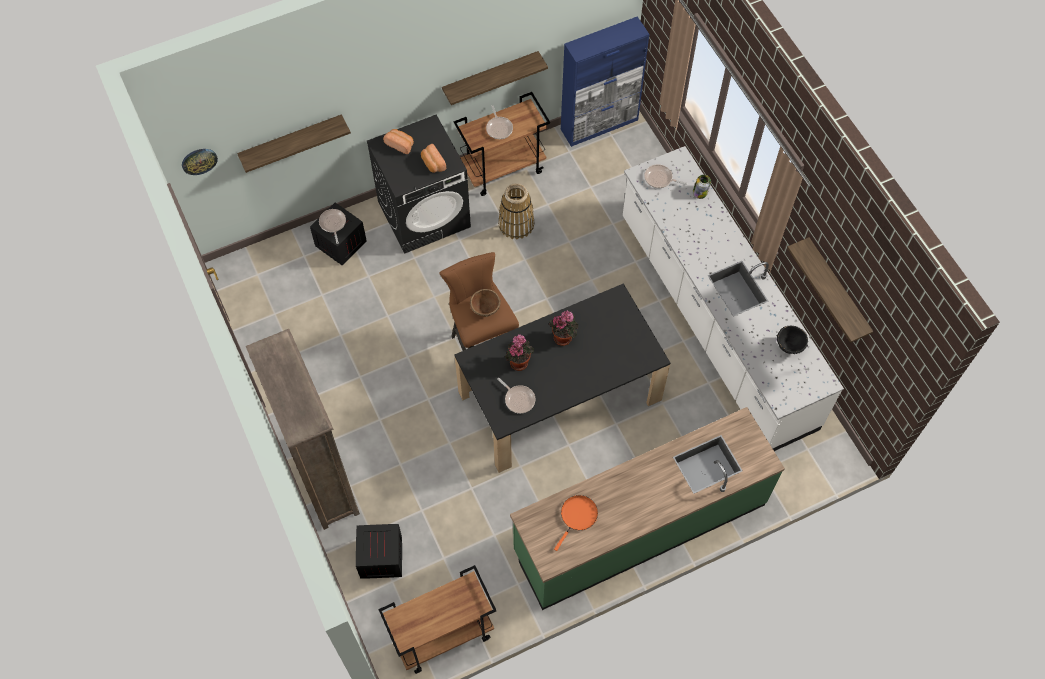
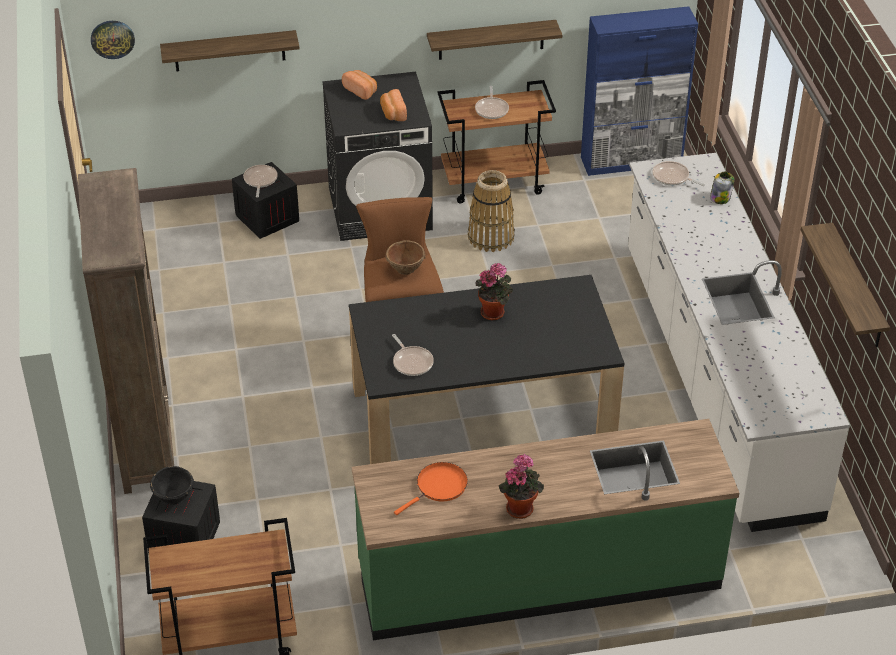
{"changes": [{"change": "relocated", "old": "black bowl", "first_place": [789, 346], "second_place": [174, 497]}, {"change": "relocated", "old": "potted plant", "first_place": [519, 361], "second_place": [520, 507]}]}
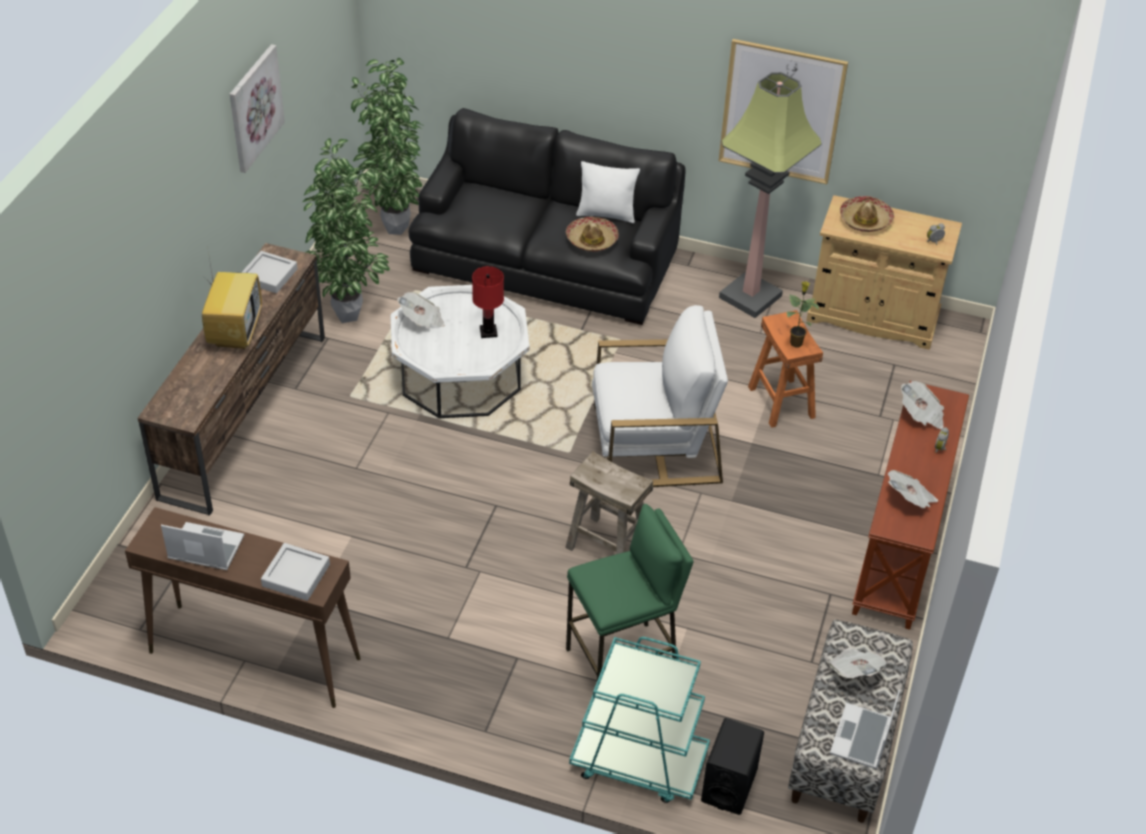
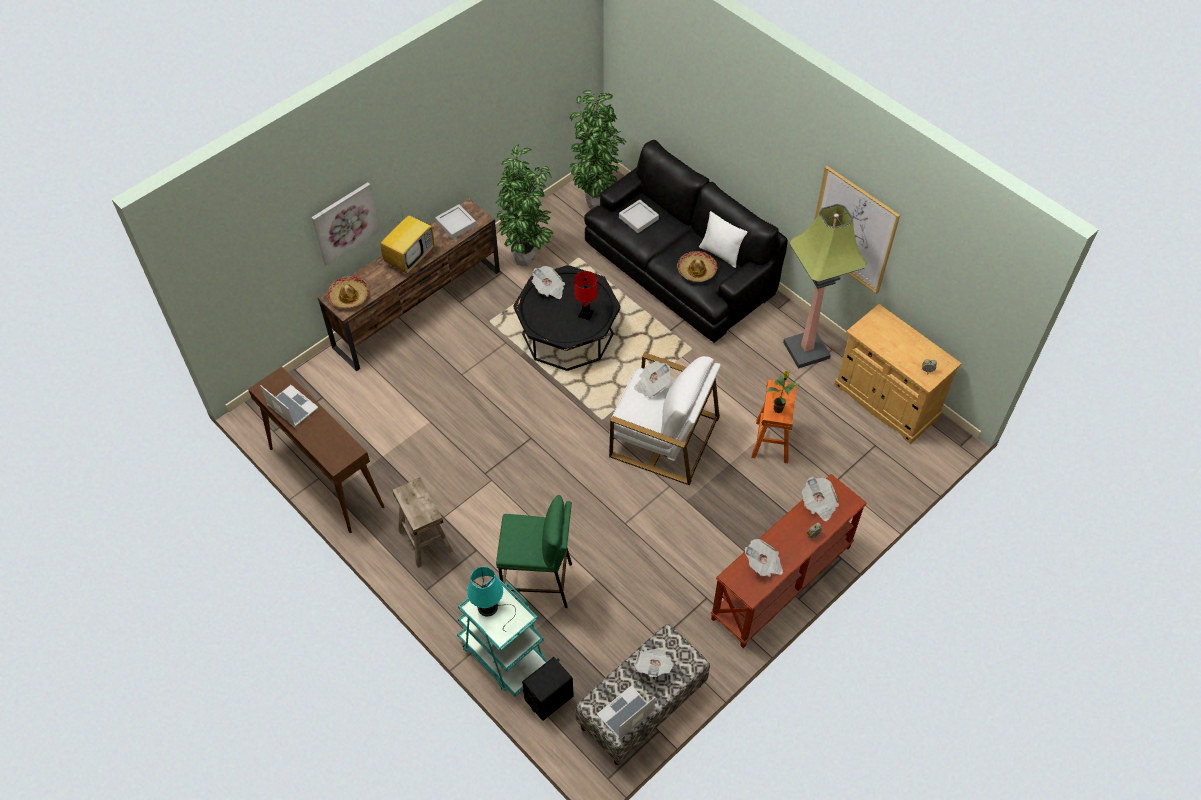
{"changes": [{"change": "relocated", "old": "picture", "first_place": [254, 107], "second_place": [345, 223]}, {"change": "relocated", "old": "hat", "first_place": [865, 220], "second_place": [349, 296]}, {"change": "colour", "old": "white coffee table", "new": "black coffee table", "first_place": [460, 376], "second_place": [567, 334]}, {"change": "relocated", "old": "beige stool", "first_place": [606, 546], "second_place": [425, 540]}, {"change": "relocated", "old": "grey tray", "first_place": [296, 575], "second_place": [638, 218]}, {"change": "appeared", "new": "newspaper", "second_place": [652, 385]}, {"change": "appeared", "new": "turquoise table lamp", "second_place": [490, 608]}]}
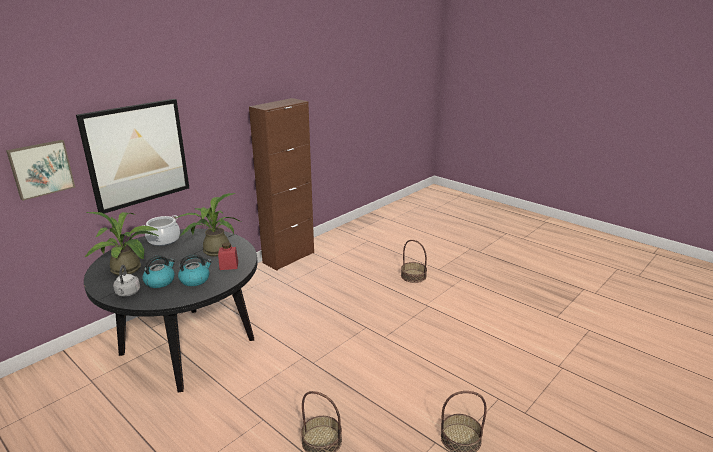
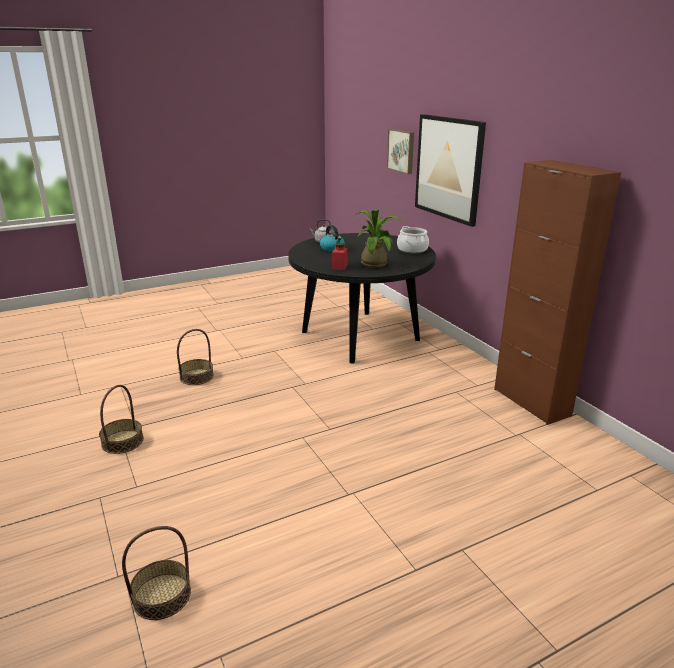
{"changes": [{"change": "missing", "old": "potted plant", "first_place": [129, 270]}, {"change": "relocated", "old": "basket", "first_place": [413, 276], "second_place": [162, 596]}, {"change": "missing", "old": "kettle", "first_place": [195, 280]}]}
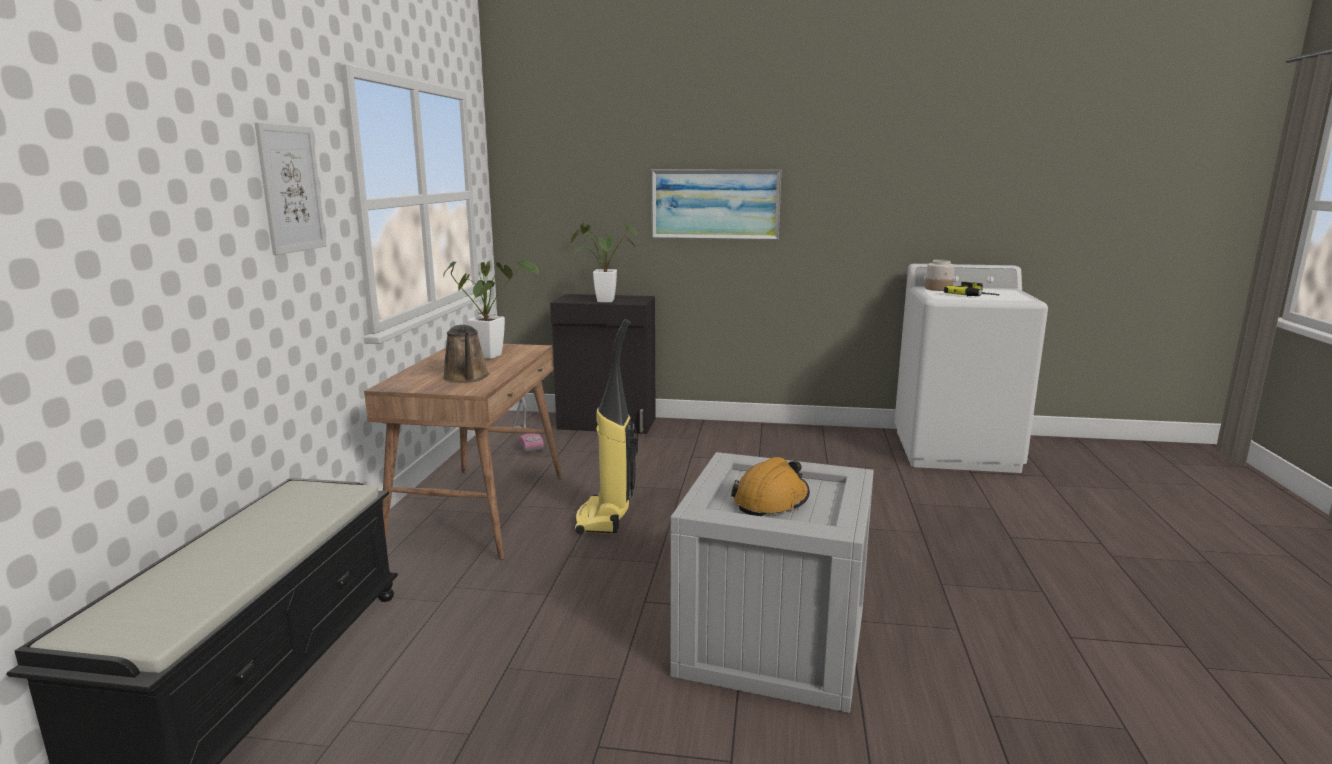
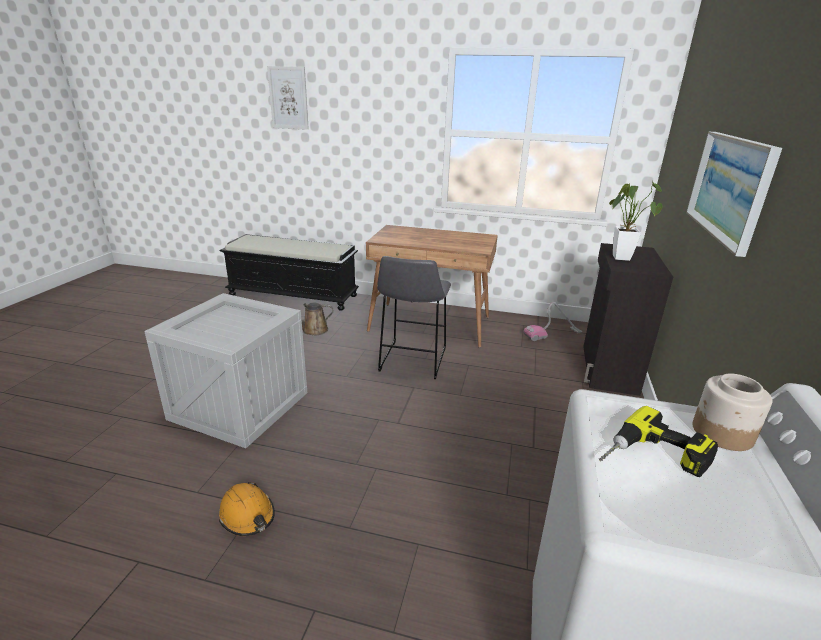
{"changes": [{"change": "relocated", "old": "picture", "first_place": [291, 189], "second_place": [288, 98]}, {"change": "missing", "old": "potted plant", "first_place": [492, 355]}, {"change": "exchanged", "old": "vacuum cleaner", "new": "grey stool", "first_place": [605, 518], "second_place": [411, 361]}, {"change": "relocated", "old": "brown watering can", "first_place": [466, 378], "second_place": [312, 330]}, {"change": "relocated", "old": "orange hard hat", "first_place": [771, 501], "second_place": [247, 515]}]}
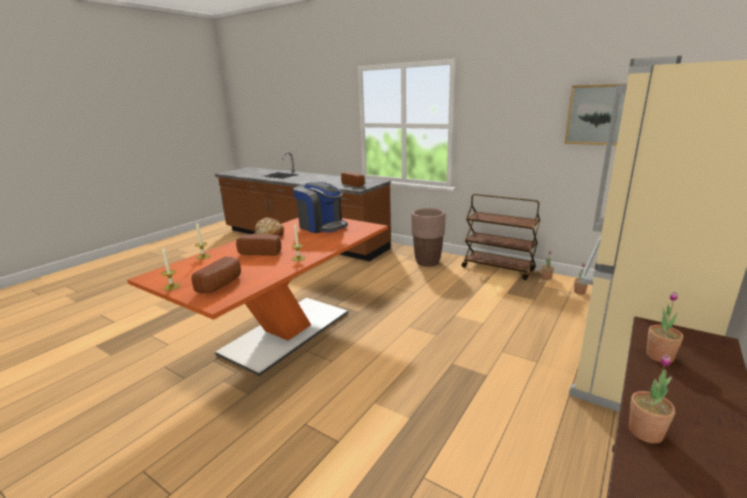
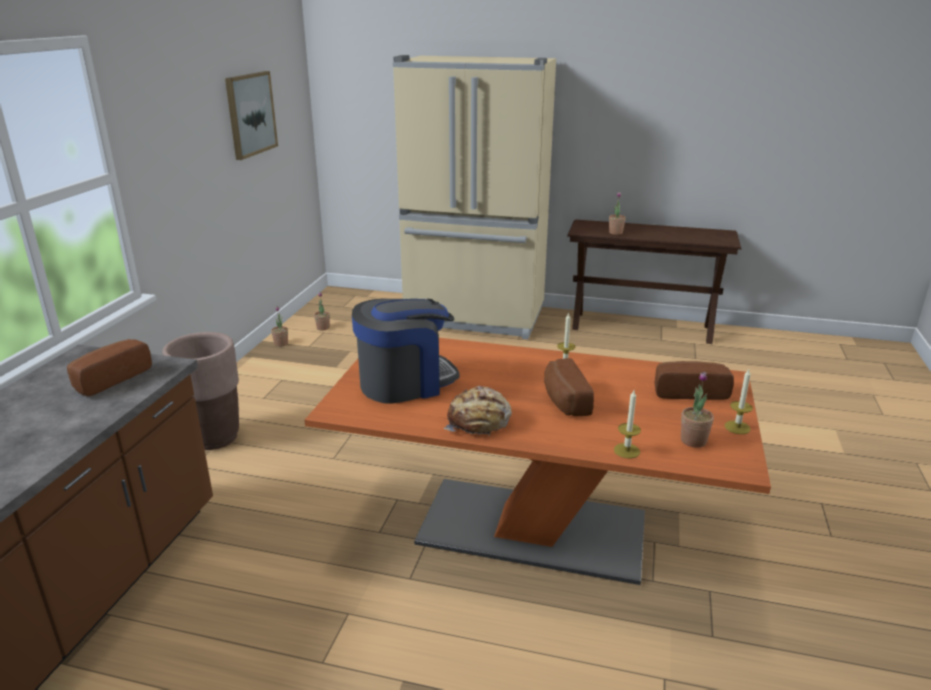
{"changes": [{"change": "spun", "old": "coffee machine", "first_place": [322, 226], "second_place": [405, 382], "degrees": 45}, {"change": "missing", "old": "brown cart", "first_place": [498, 268]}, {"change": "relocated", "old": "potted plant", "first_place": [645, 432], "second_place": [693, 440]}]}
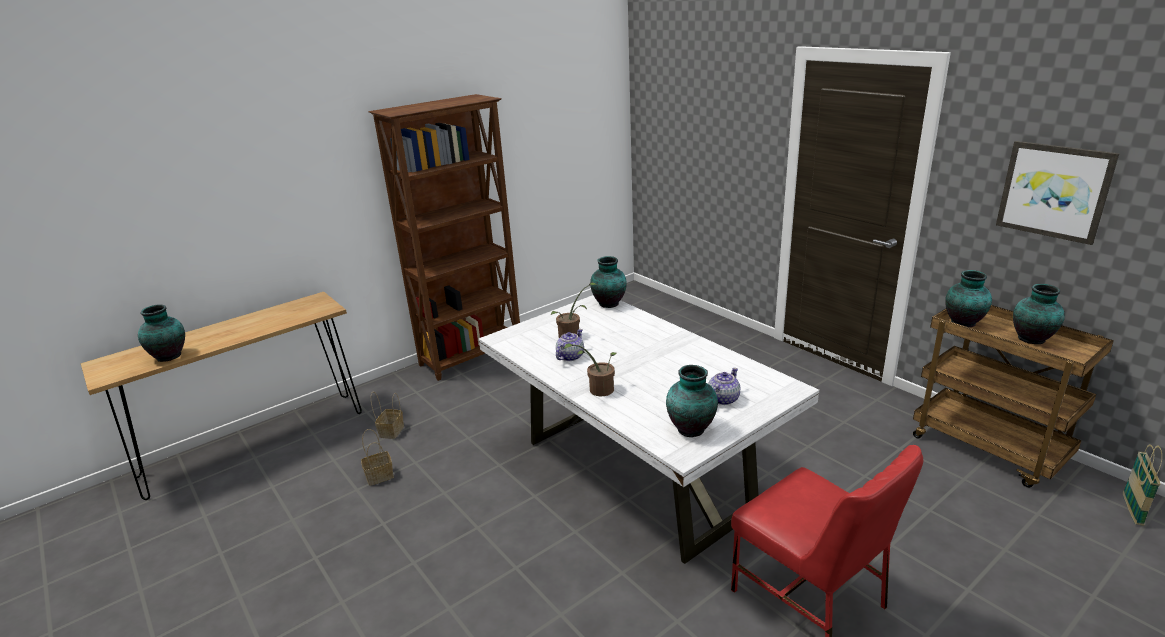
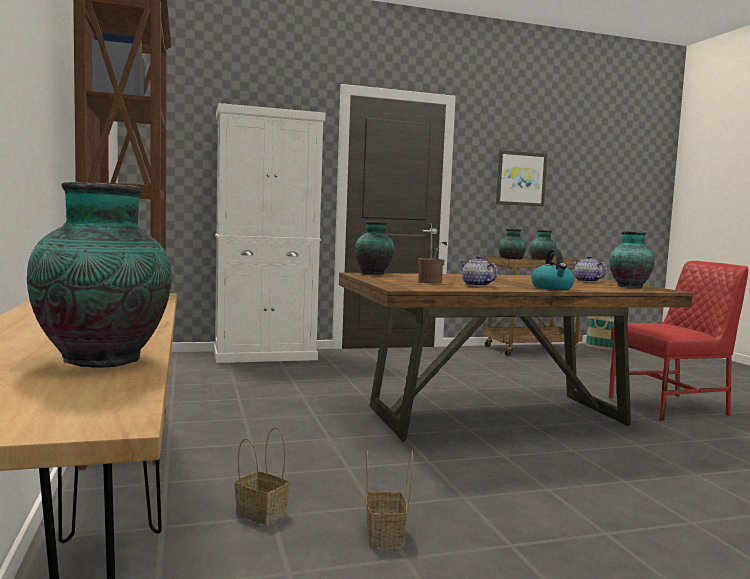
{"changes": [{"change": "colour", "old": "white dining table", "new": "brown dining table", "first_place": [634, 474], "second_place": [495, 417]}, {"change": "exchanged", "old": "potted plant", "new": "kettle", "first_place": [597, 390], "second_place": [552, 288]}, {"change": "appeared", "new": "white cabinet", "second_place": [265, 356]}]}
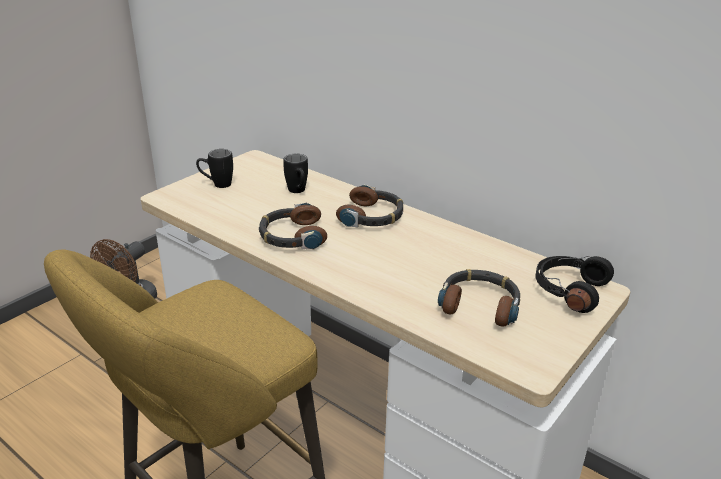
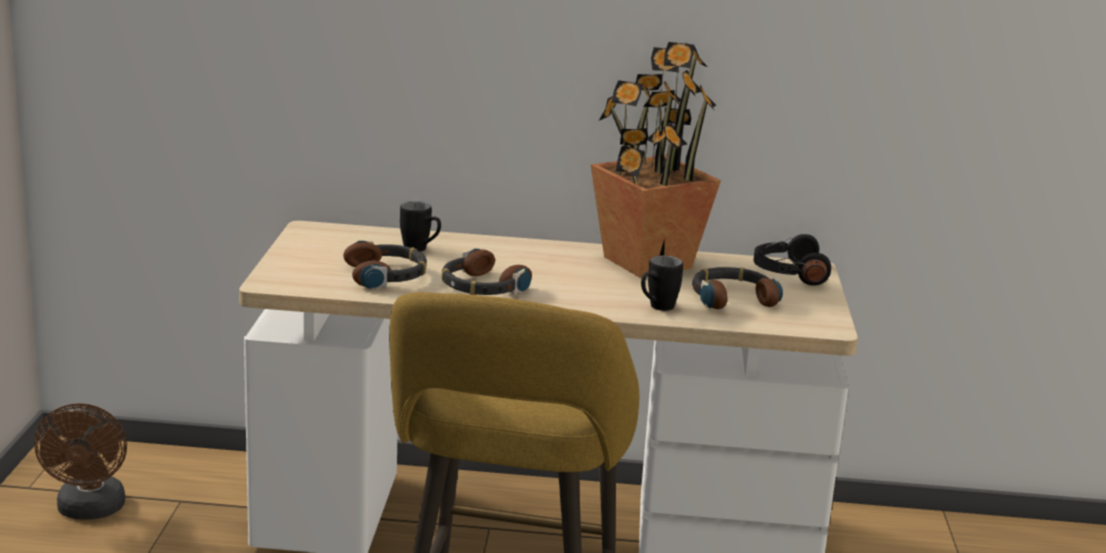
{"changes": [{"change": "relocated", "old": "black mug", "first_place": [216, 184], "second_place": [656, 308]}, {"change": "relocated", "old": "headphones", "first_place": [372, 216], "second_place": [387, 275]}, {"change": "appeared", "new": "potted plant", "second_place": [646, 262]}]}
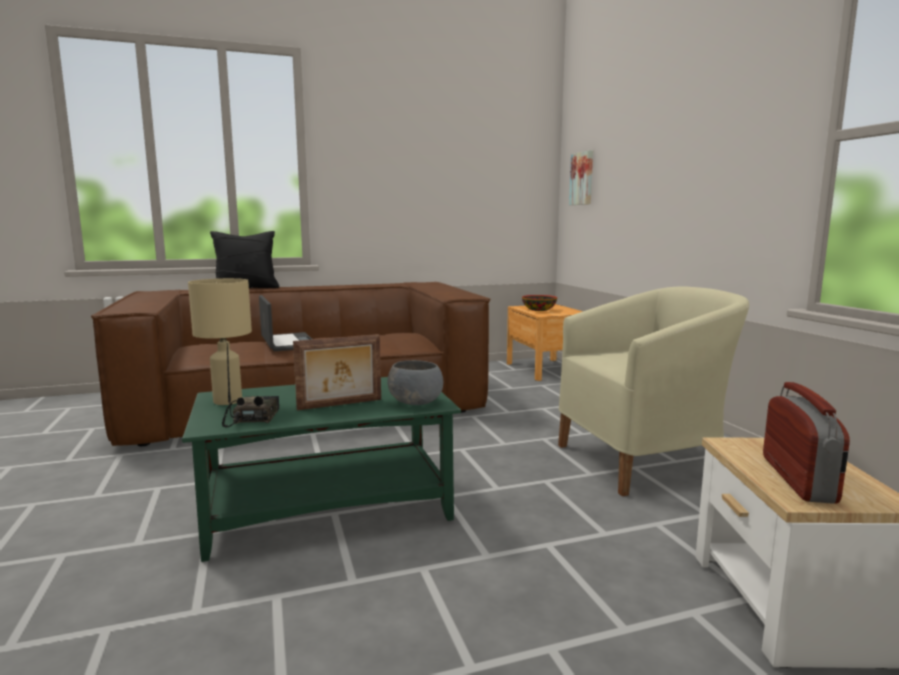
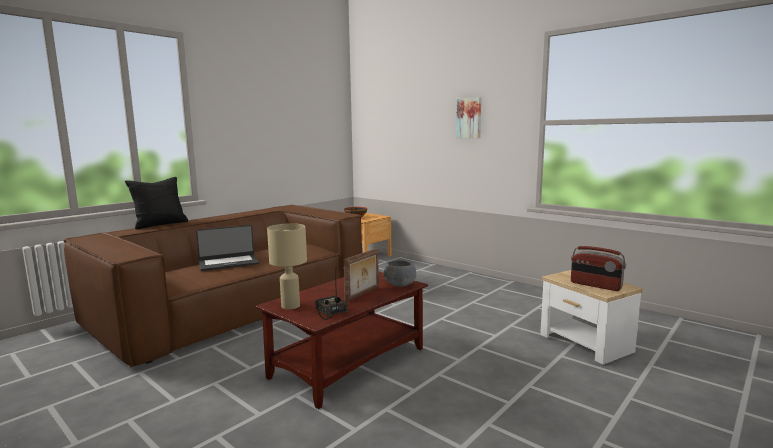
{"changes": [{"change": "relocated", "old": "picture", "first_place": [582, 178], "second_place": [469, 118]}, {"change": "missing", "old": "beige armchair", "first_place": [643, 461]}, {"change": "spun", "old": "laptop", "first_place": [287, 343], "second_place": [228, 263], "degrees": 120}, {"change": "colour", "old": "green coffee table", "new": "brown coffee table", "first_place": [330, 508], "second_place": [349, 362]}, {"change": "spun", "old": "radio", "first_place": [799, 479], "second_place": [595, 285], "degrees": 150}]}
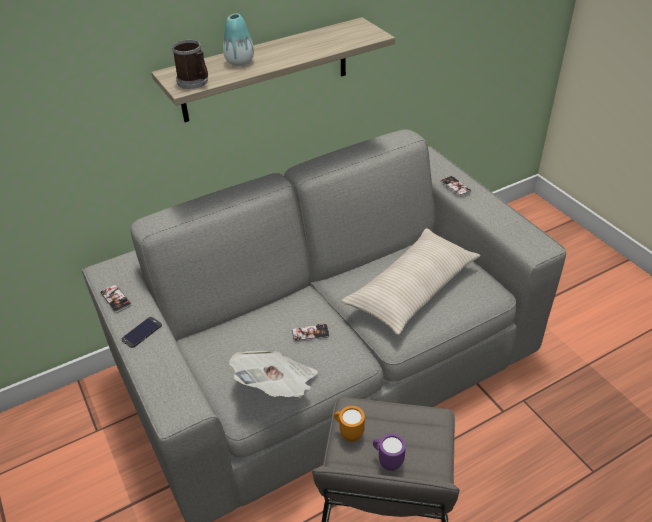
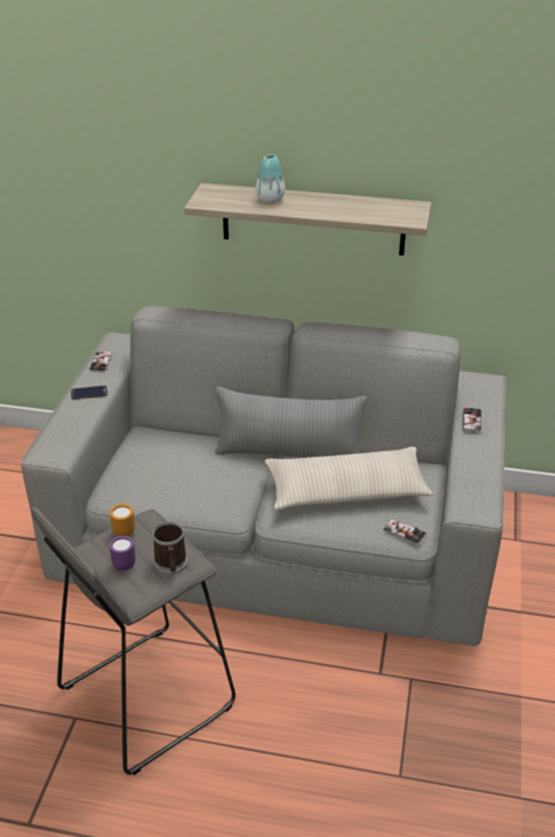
{"changes": [{"change": "relocated", "old": "mug", "first_place": [195, 82], "second_place": [171, 565]}, {"change": "relocated", "old": "phone", "first_place": [310, 333], "second_place": [404, 532]}, {"change": "missing", "old": "newspaper", "first_place": [277, 386]}, {"change": "appeared", "new": "grey pillow", "second_place": [289, 453]}]}
